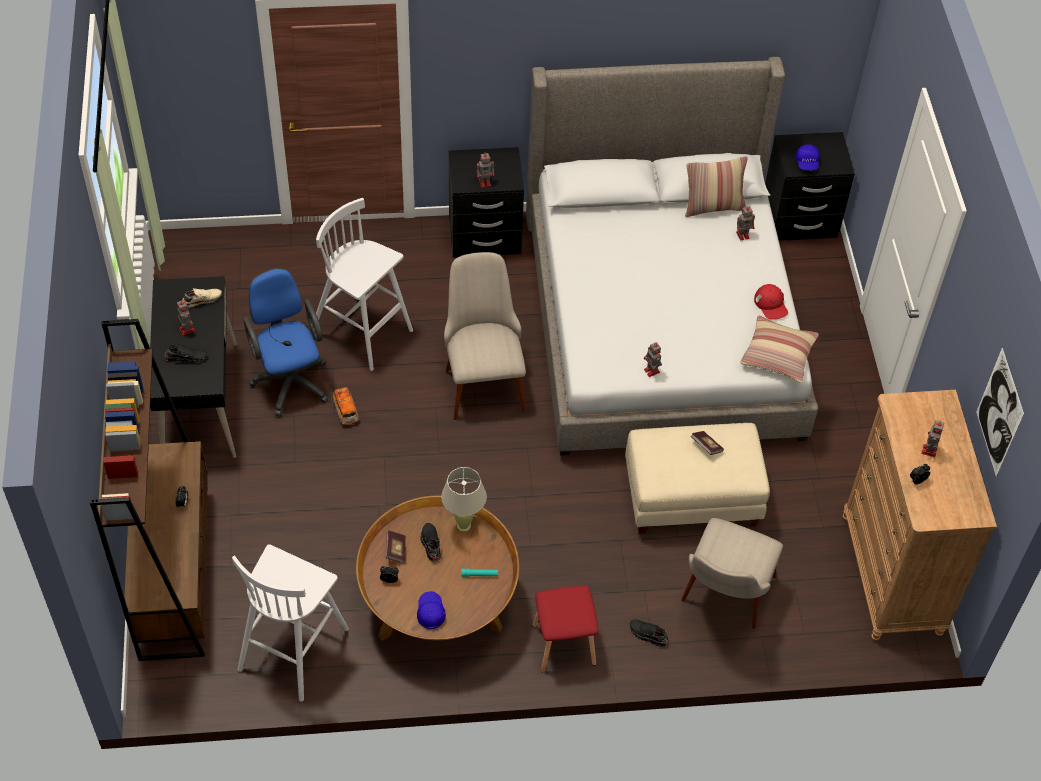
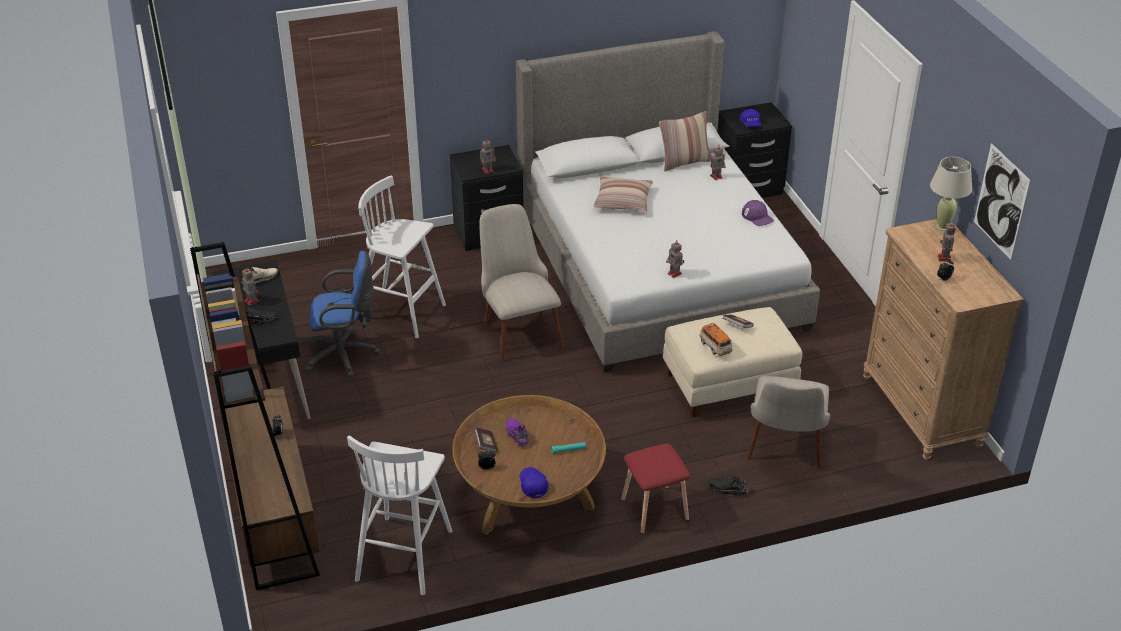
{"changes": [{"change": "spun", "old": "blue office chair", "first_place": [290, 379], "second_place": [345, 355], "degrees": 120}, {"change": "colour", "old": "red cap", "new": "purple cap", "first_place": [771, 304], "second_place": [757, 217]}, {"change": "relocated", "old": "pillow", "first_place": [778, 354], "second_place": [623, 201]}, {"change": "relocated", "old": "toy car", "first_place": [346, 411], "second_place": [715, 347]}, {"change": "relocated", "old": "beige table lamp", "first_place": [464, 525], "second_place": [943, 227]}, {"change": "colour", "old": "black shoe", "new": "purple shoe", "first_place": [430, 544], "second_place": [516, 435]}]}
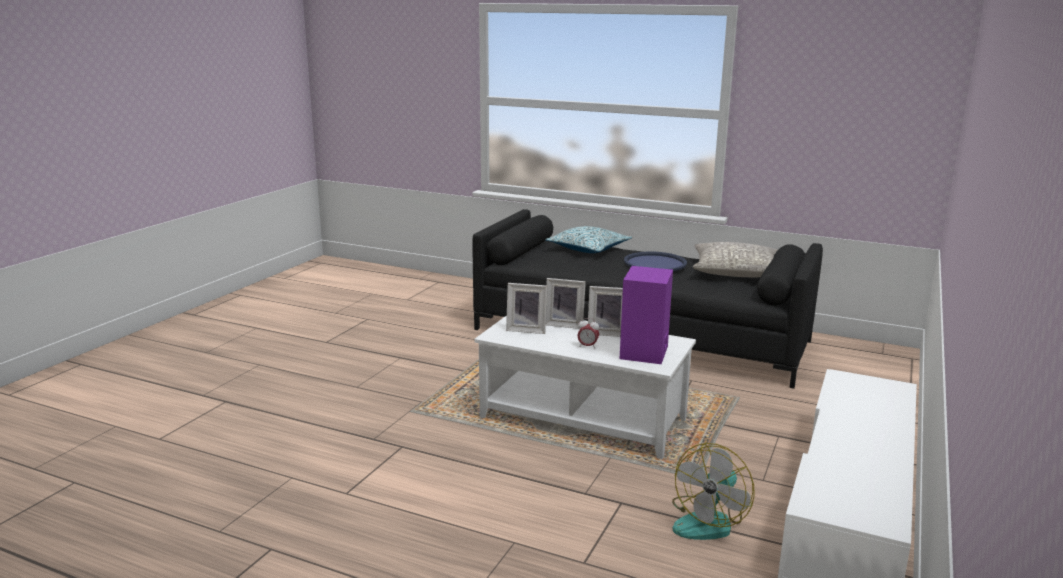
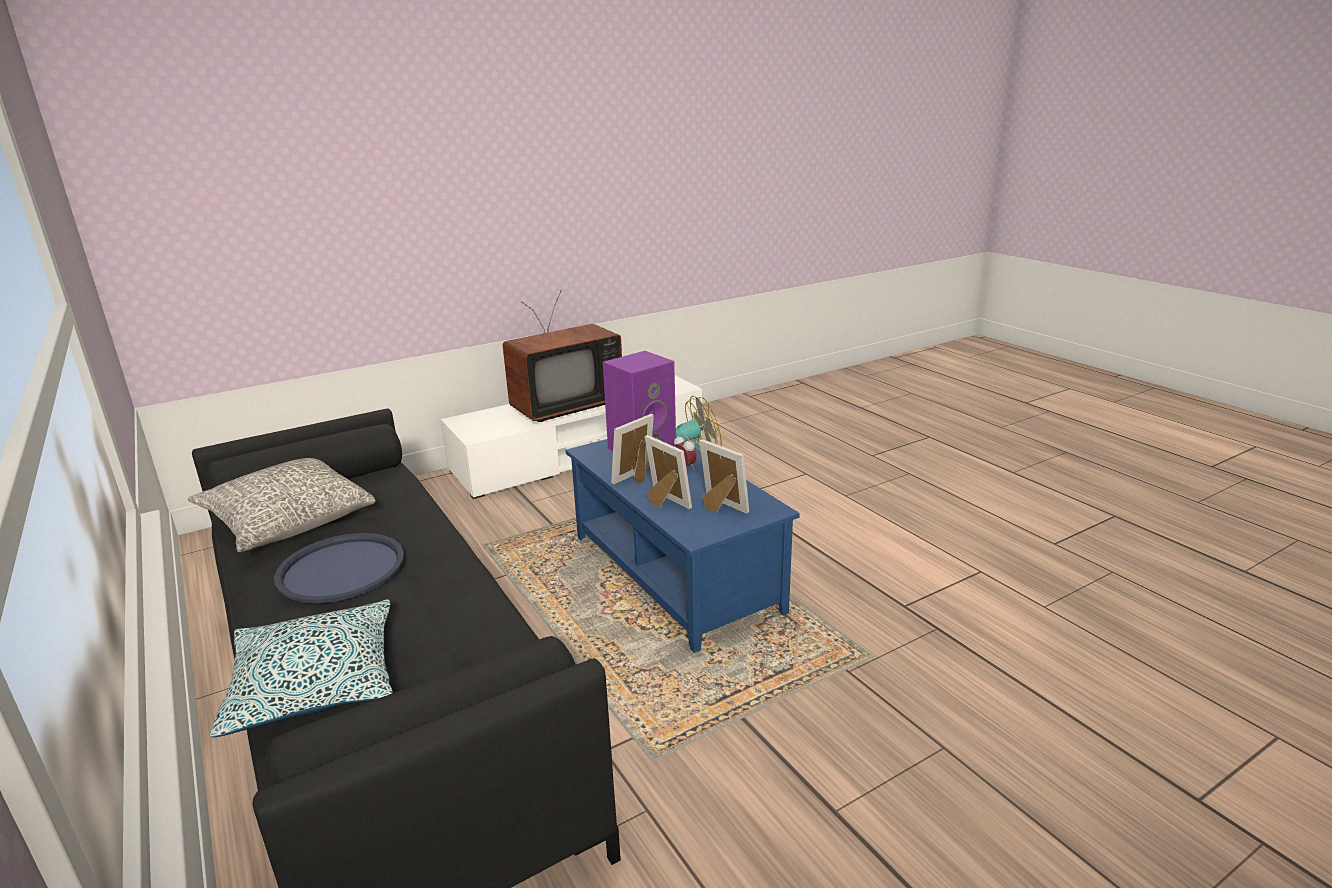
{"changes": [{"change": "spun", "old": "picture frame", "first_place": [607, 333], "second_place": [637, 478], "degrees": -90}, {"change": "colour", "old": "white coffee table", "new": "blue coffee table", "first_place": [583, 419], "second_place": [672, 574]}, {"change": "appeared", "new": "television", "second_place": [562, 406]}]}
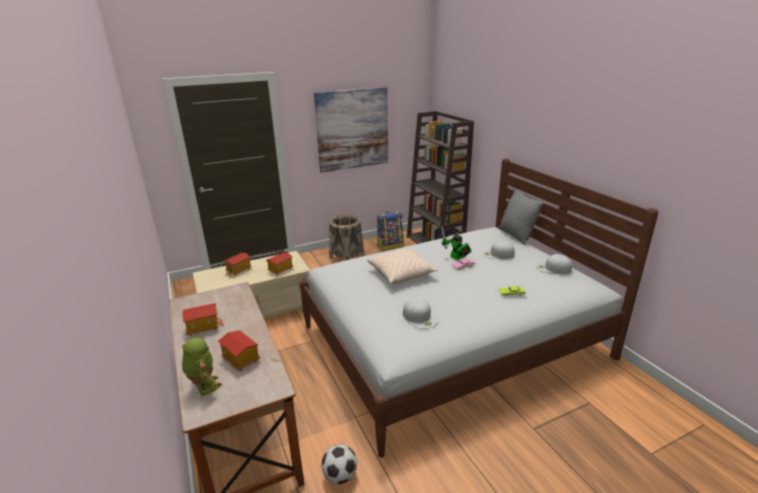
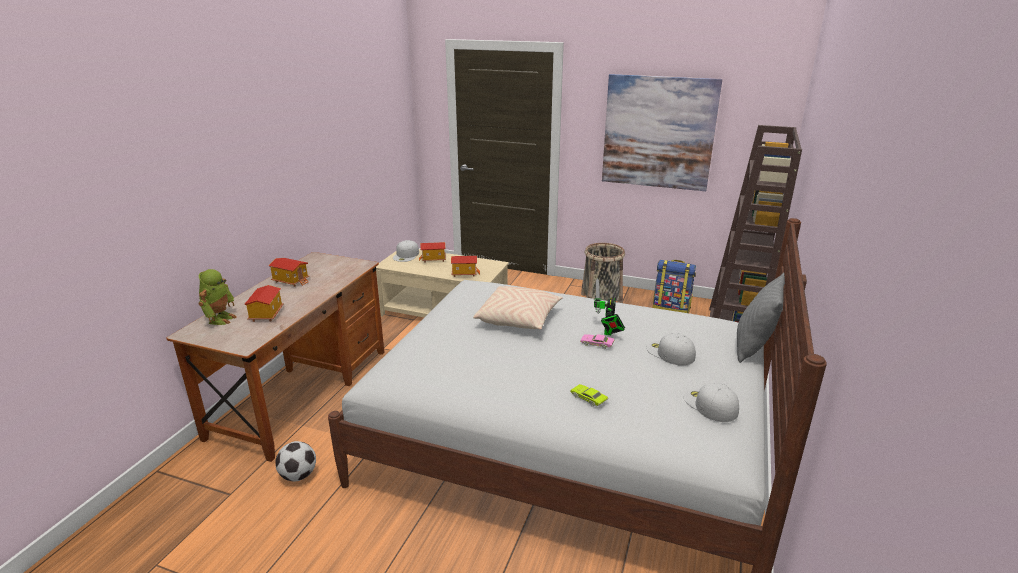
{"changes": [{"change": "relocated", "old": "white cap", "first_place": [420, 317], "second_place": [406, 255]}]}
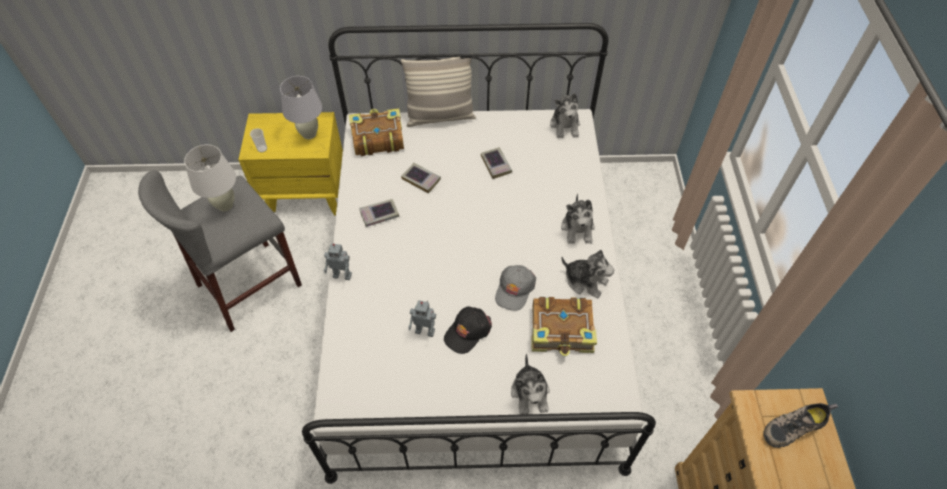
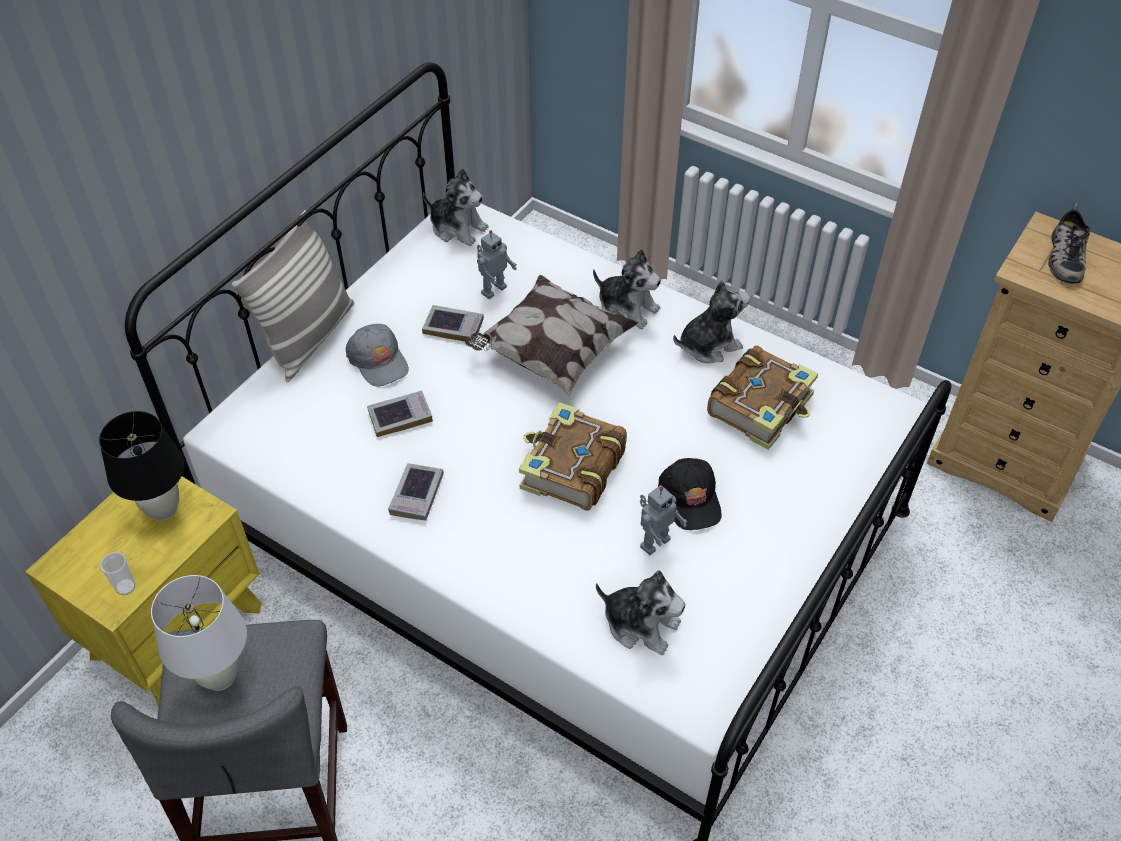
{"changes": [{"change": "colour", "old": "white table lamp", "new": "black table lamp", "first_place": [309, 134], "second_place": [164, 510]}, {"change": "relocated", "old": "book", "first_place": [377, 138], "second_place": [571, 468]}, {"change": "relocated", "old": "toy robot", "first_place": [342, 274], "second_place": [493, 289]}, {"change": "relocated", "old": "grey cap", "first_place": [514, 289], "second_place": [378, 360]}, {"change": "relocated", "old": "plush toy", "first_place": [530, 393], "second_place": [640, 624]}, {"change": "appeared", "new": "pillow", "second_place": [551, 353]}]}
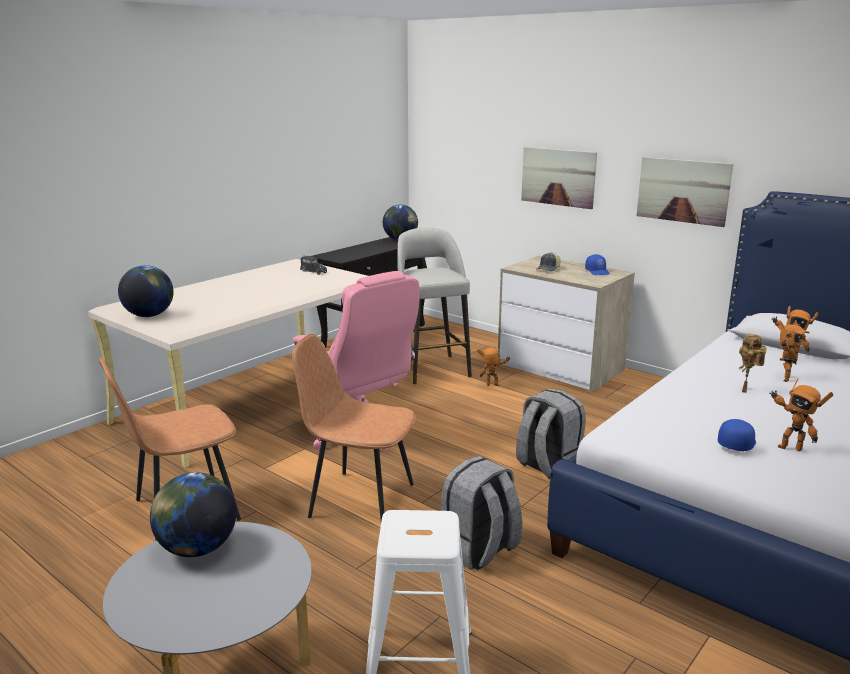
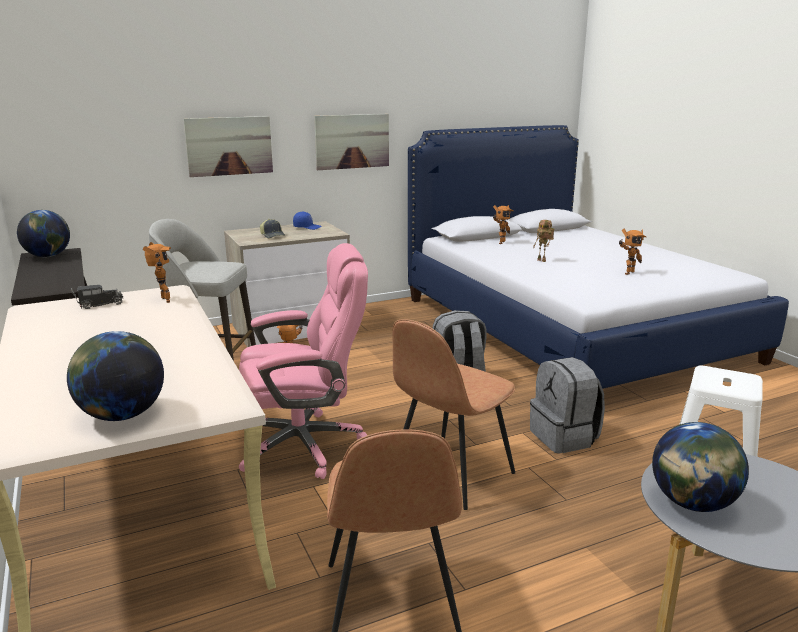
{"changes": [{"change": "relocated", "old": "toy robot", "first_place": [783, 378], "second_place": [163, 300]}, {"change": "missing", "old": "blue cap", "first_place": [736, 443]}]}
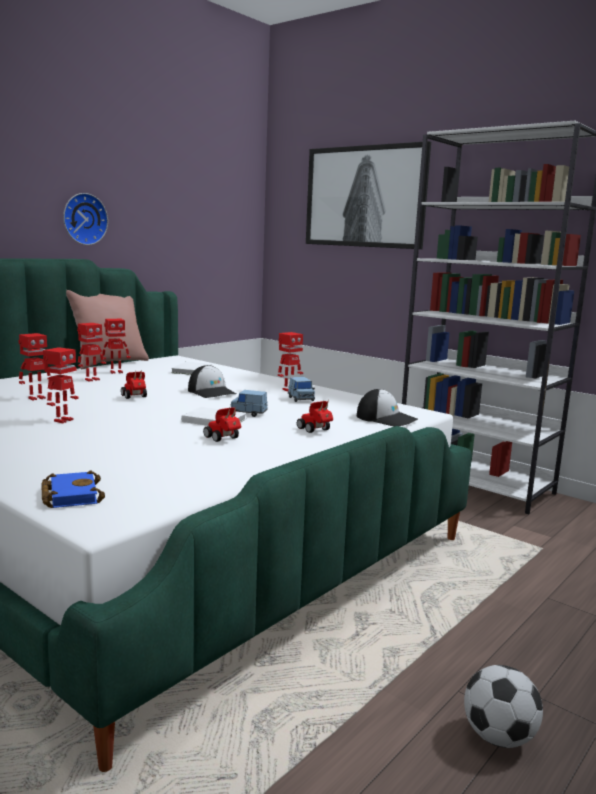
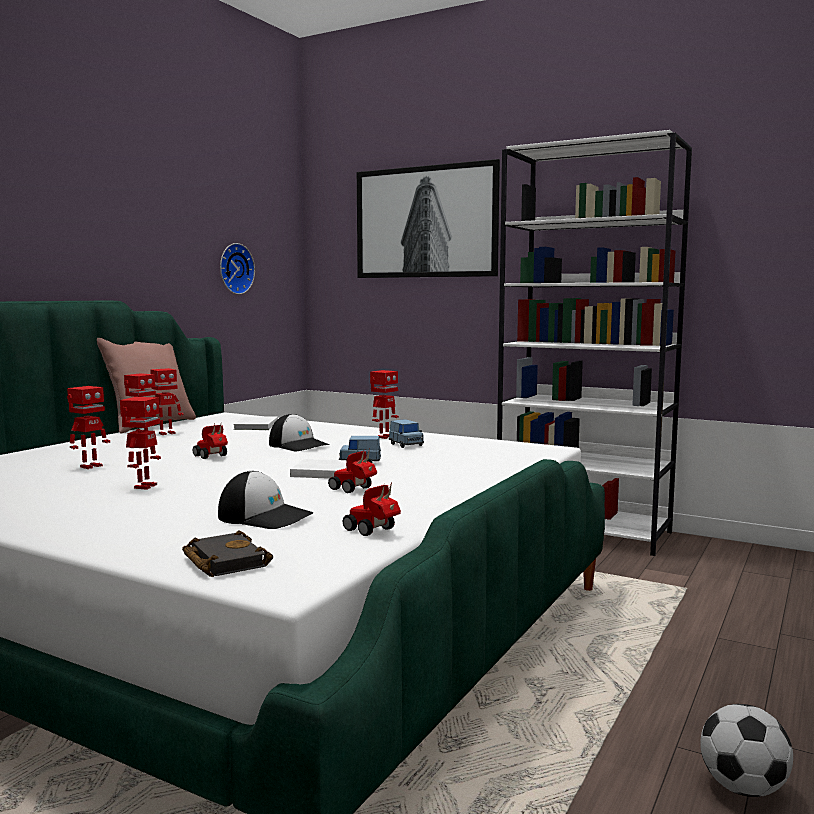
{"changes": [{"change": "relocated", "old": "wall clock", "first_place": [83, 219], "second_place": [234, 268]}, {"change": "relocated", "old": "cap", "first_place": [386, 419], "second_place": [265, 517]}, {"change": "relocated", "old": "toy car", "first_place": [316, 430], "second_place": [374, 531]}, {"change": "colour", "old": "blue book", "new": "black book", "first_place": [70, 495], "second_place": [223, 561]}]}
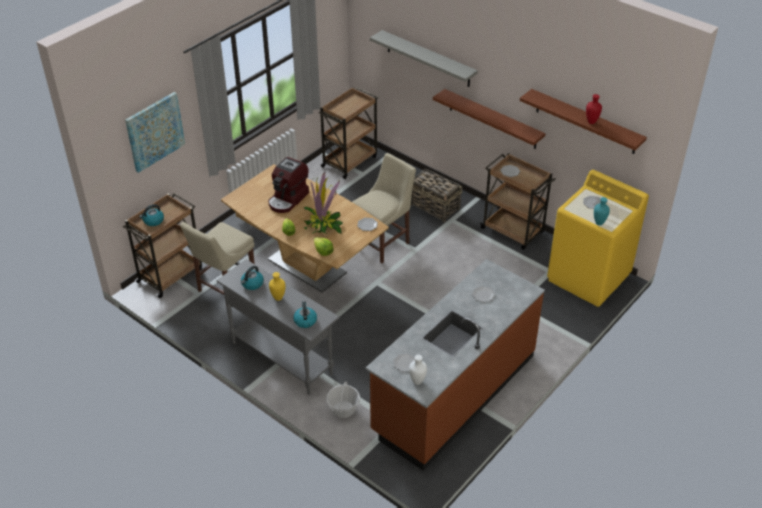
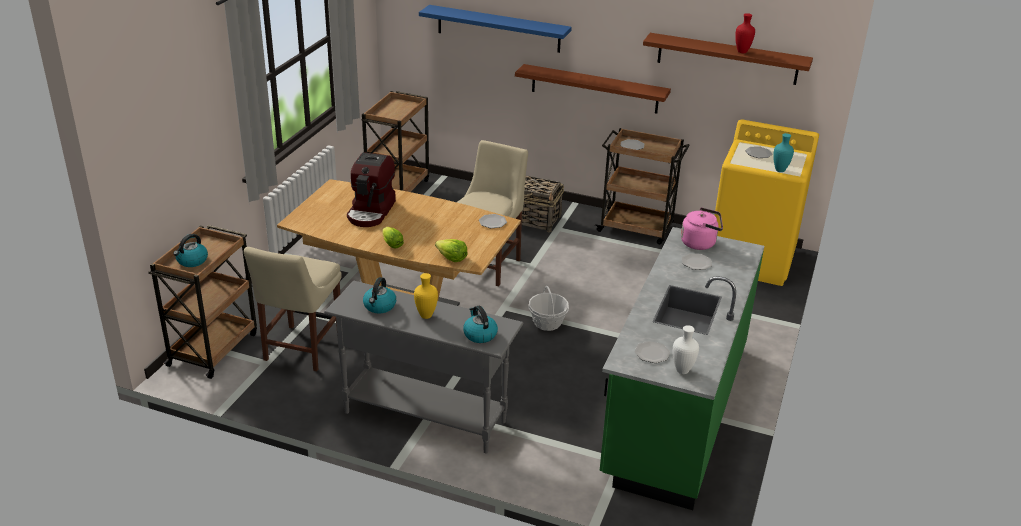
{"changes": [{"change": "colour", "old": "grey shelf", "new": "blue shelf", "first_place": [428, 59], "second_place": [498, 28]}, {"change": "missing", "old": "picture", "first_place": [155, 131]}, {"change": "missing", "old": "potted plant", "first_place": [322, 225]}, {"change": "colour", "old": "brown counter", "new": "green counter", "first_place": [453, 393], "second_place": [674, 410]}, {"change": "relocated", "old": "basket", "first_place": [343, 409], "second_place": [547, 323]}, {"change": "appeared", "new": "pink kettle", "second_place": [700, 243]}]}
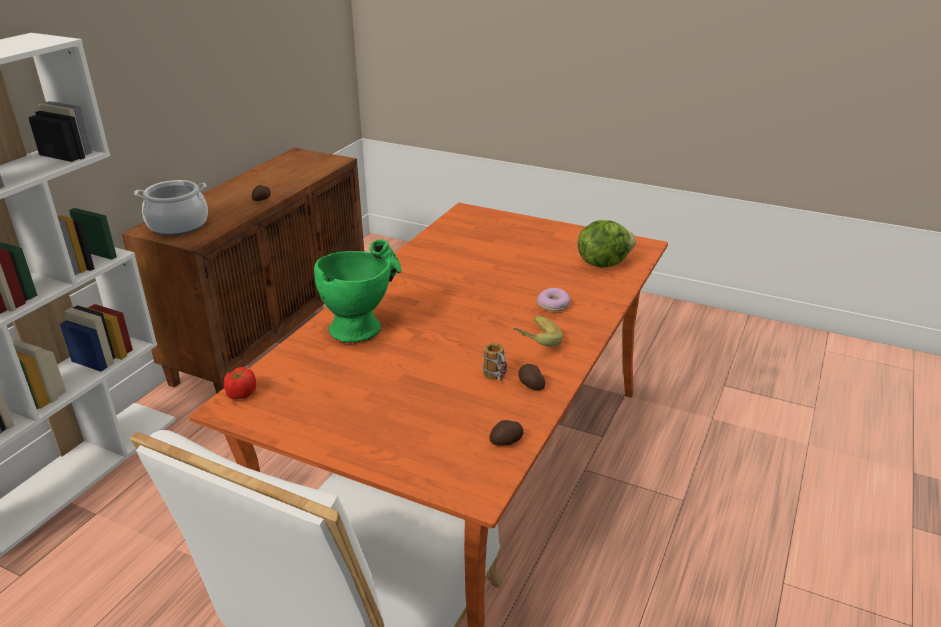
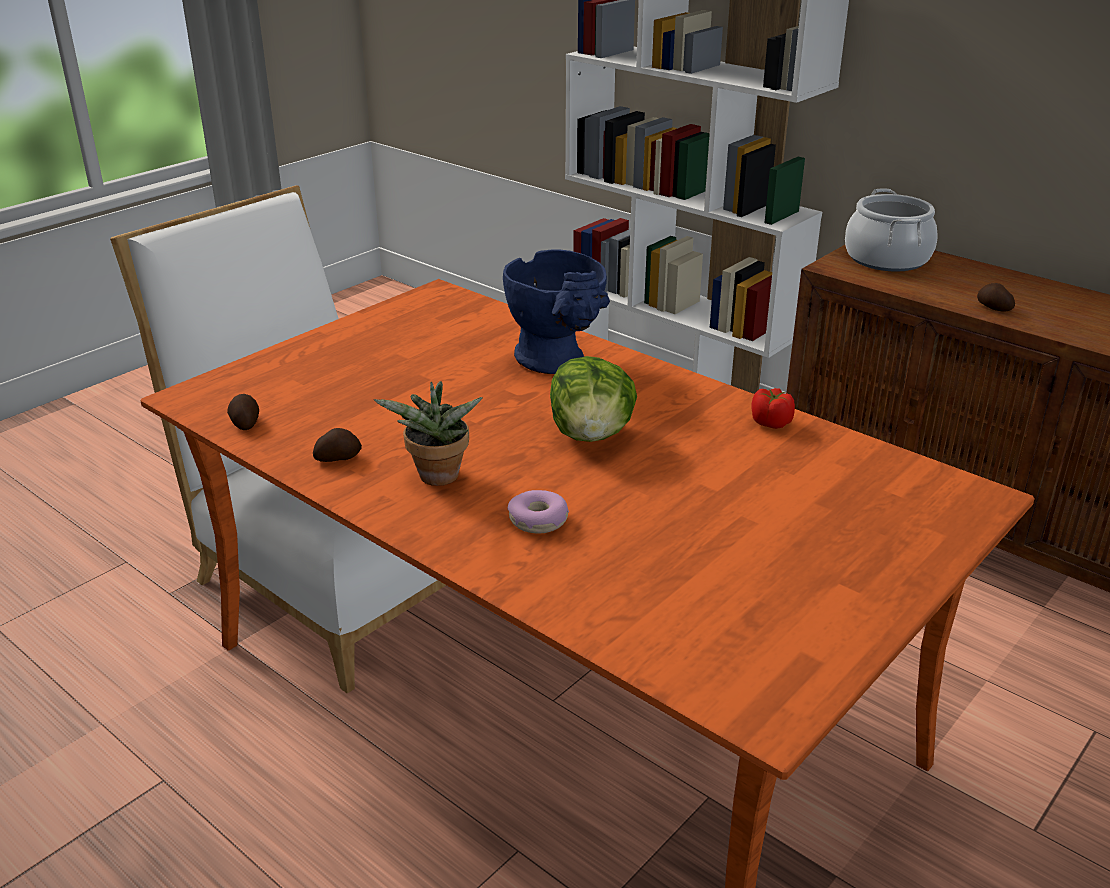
{"changes": [{"change": "relocated", "old": "lettuce", "first_place": [603, 263], "second_place": [592, 435]}, {"change": "colour", "old": "green vase", "new": "blue vase", "first_place": [362, 326], "second_place": [558, 363]}, {"change": "exchanged", "old": "banana", "new": "potted plant", "first_place": [533, 342], "second_place": [437, 479]}, {"change": "missing", "old": "mug", "first_place": [497, 379]}, {"change": "relocated", "old": "tomato", "first_place": [241, 394], "second_place": [770, 422]}]}
